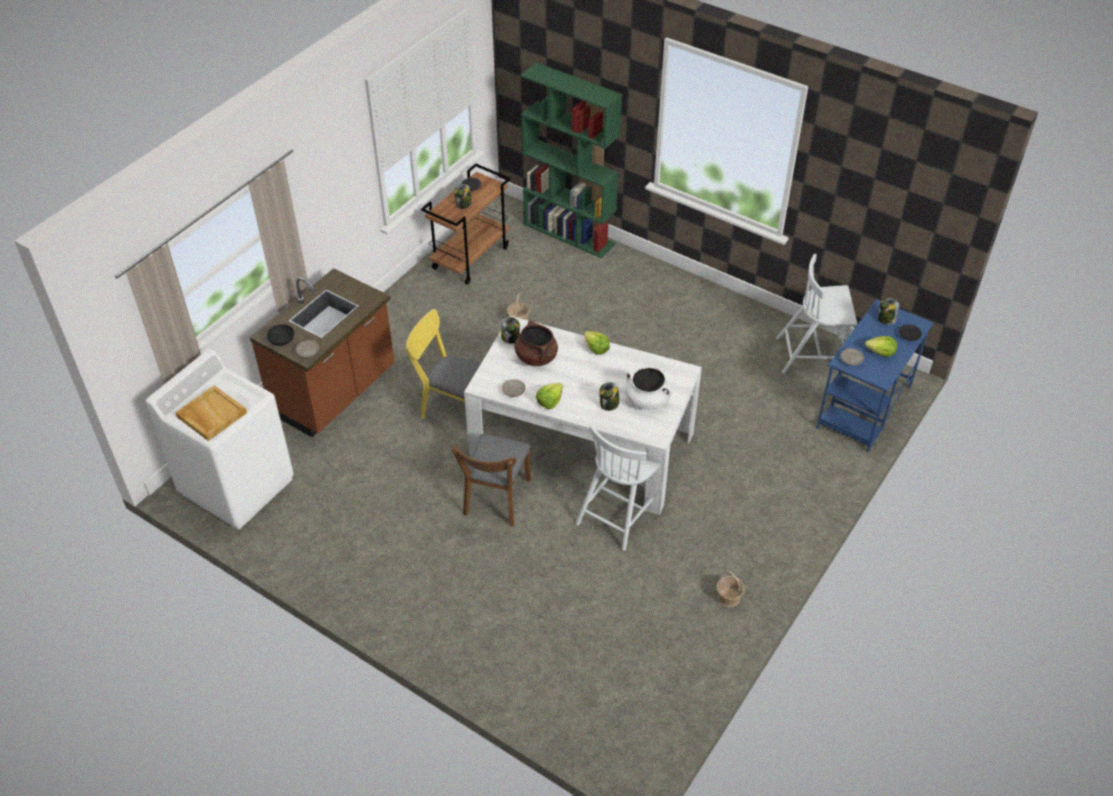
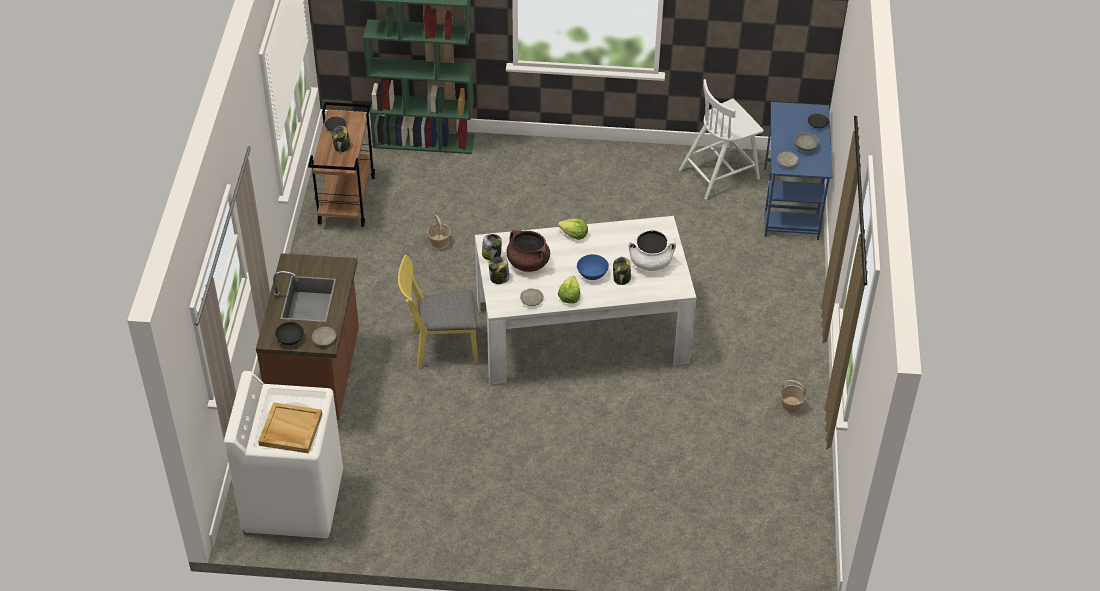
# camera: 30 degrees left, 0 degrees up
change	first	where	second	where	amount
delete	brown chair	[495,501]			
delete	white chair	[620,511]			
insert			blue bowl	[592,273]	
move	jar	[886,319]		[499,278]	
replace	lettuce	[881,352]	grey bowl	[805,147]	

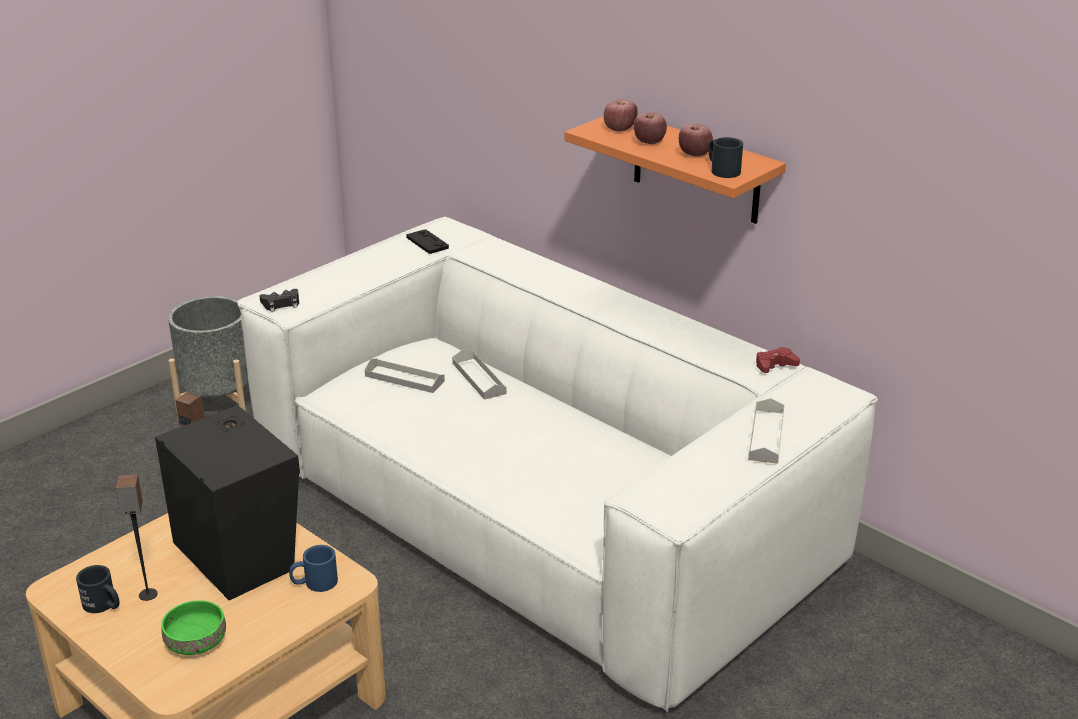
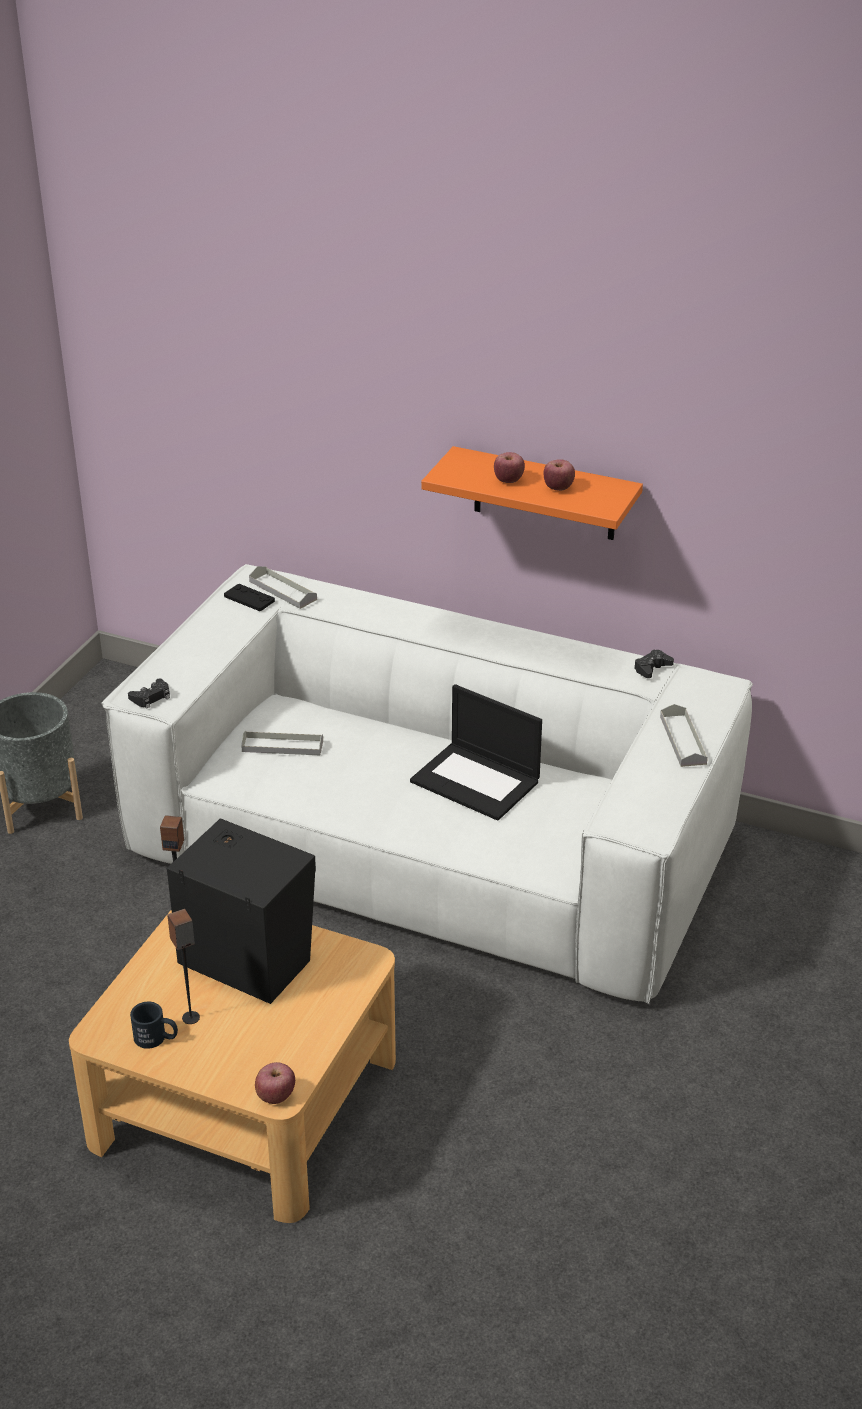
# camera: 20 degrees left, 5 degrees up
change	first	where	second	where	amount
delete	green bowl	[195,641]			
delete	blue mug	[314,583]			
delete	black mug	[721,170]			
insert			laptop	[477,781]	
move	grey tray	[479,378]		[283,590]	
move	apple	[619,129]		[275,1095]	
recolor	red game controller	[775,365]	black game controller	[652,668]	

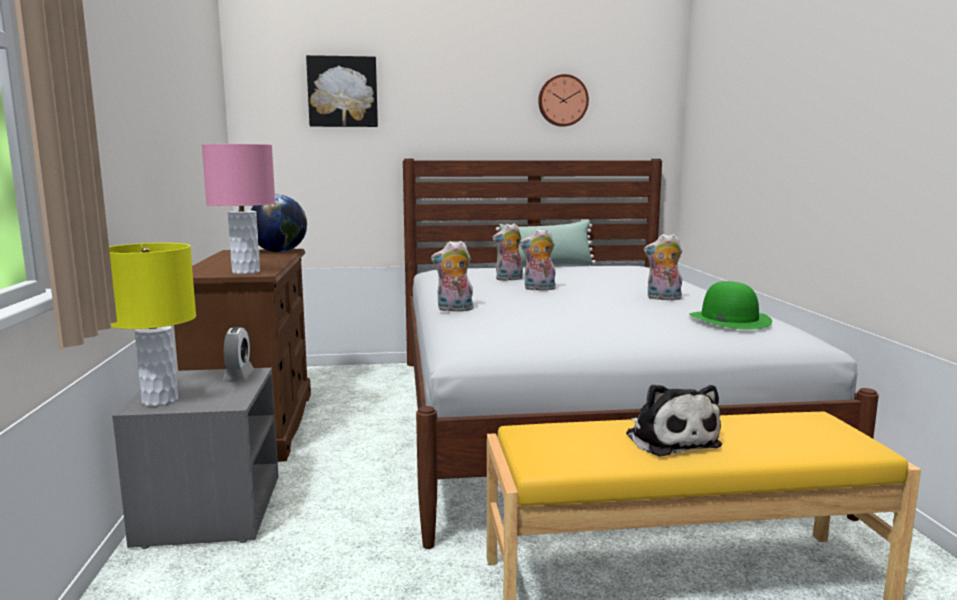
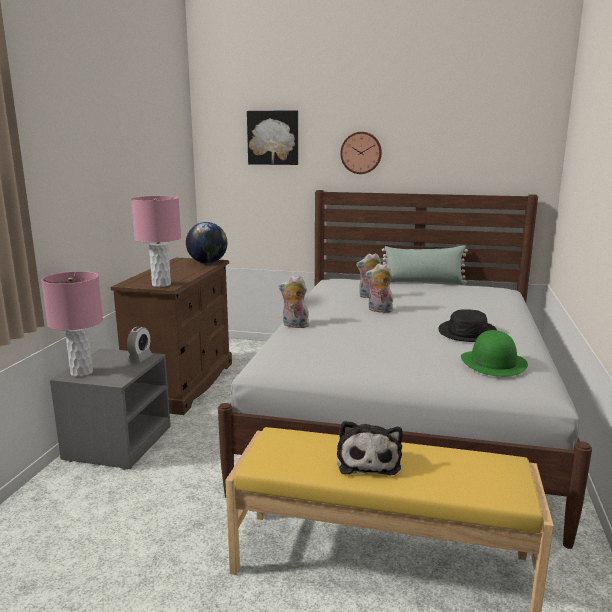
# camera: 20 degrees right, 5 degrees up
change	first	where	second	where	amount
move	wall clock	[562,100]		[361,153]	
replace	plush toy	[663,298]	black hat	[467,332]	
recolor	yellow table lamp	[160,401]	pink table lamp	[81,372]	

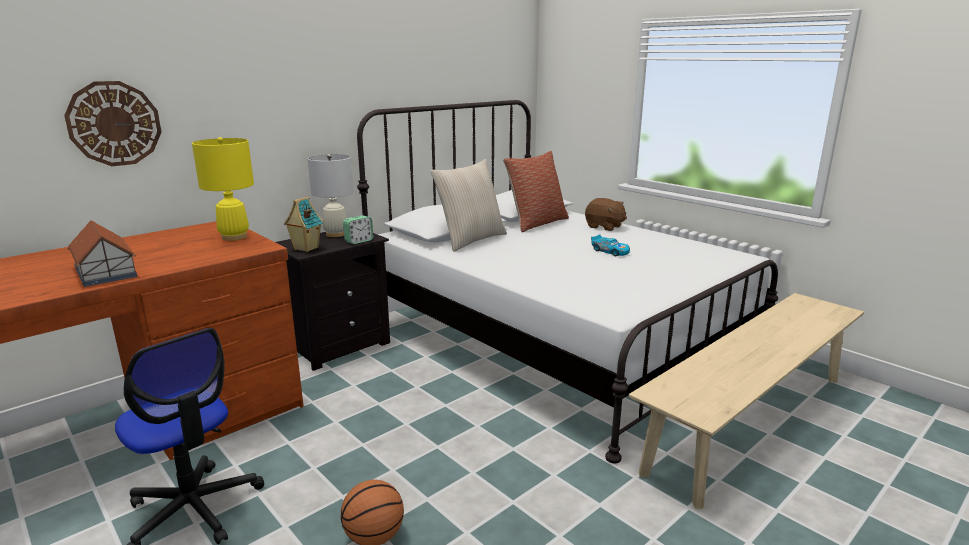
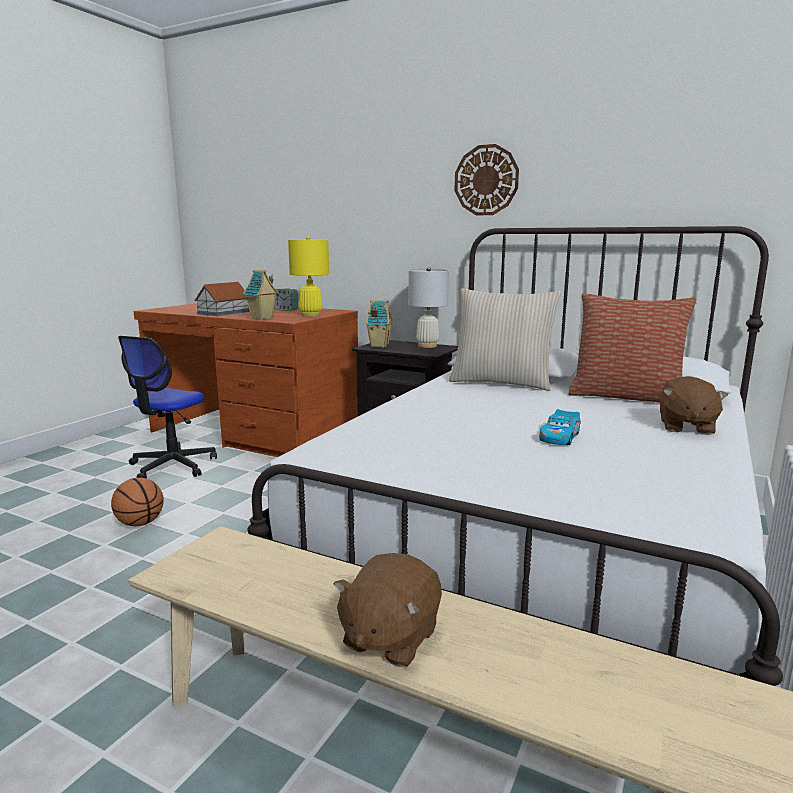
# camera: 70 degrees right, 5 degrees down
change	first	where	second	where	amount
insert			toy house	[262,318]	
insert			brown plush toy	[389,637]	
move	wall clock	[114,124]		[486,180]	
move	alarm clock	[359,241]		[286,310]	

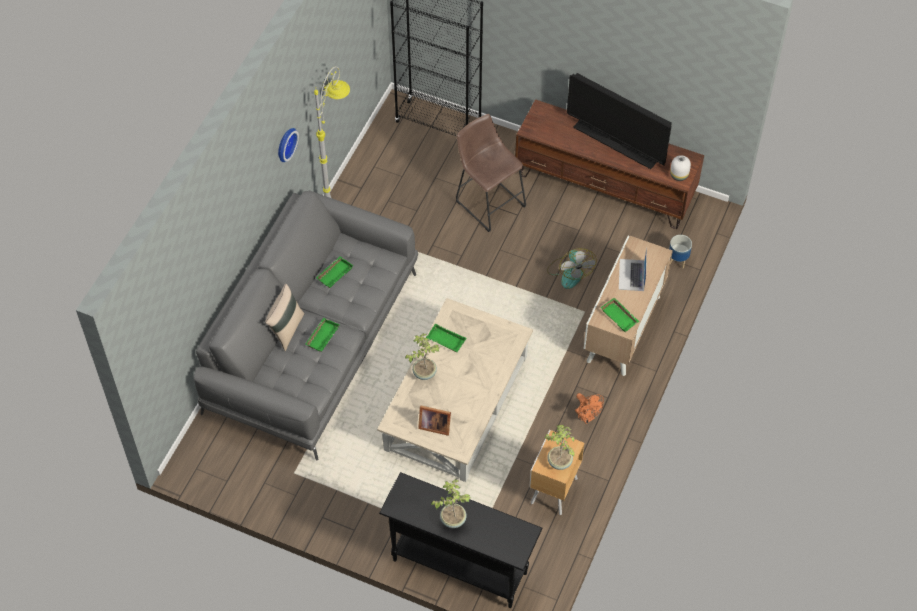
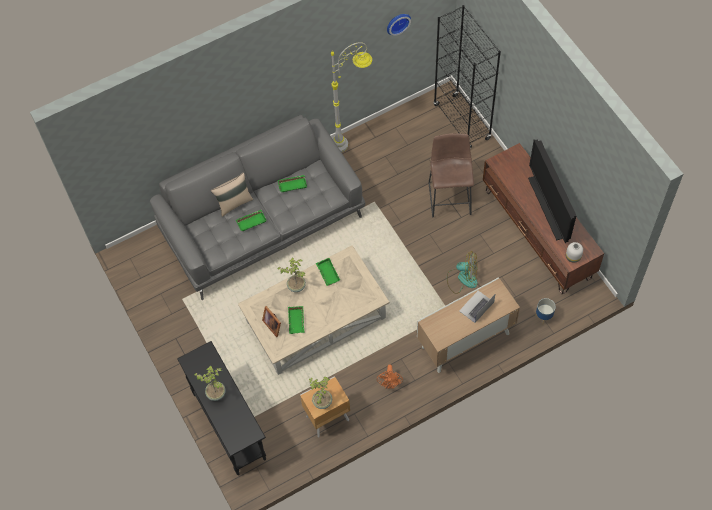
# camera: 40 degrees right, 5 degrees up
change	first	where	second	where	amount
move	wall clock	[285,144]		[397,22]	
move	green tray	[620,317]		[297,321]	
rotate	fan	[569,272]		[462,278]	105 degrees counterclockwise

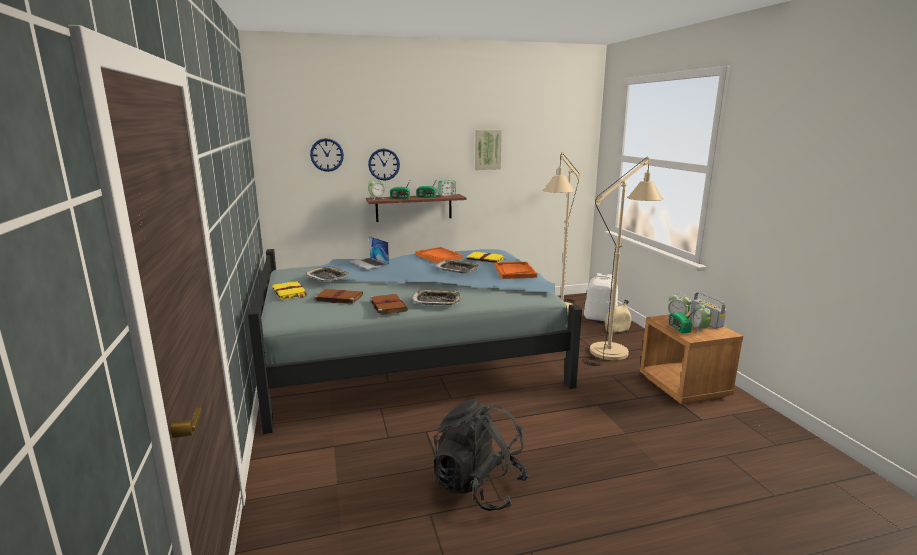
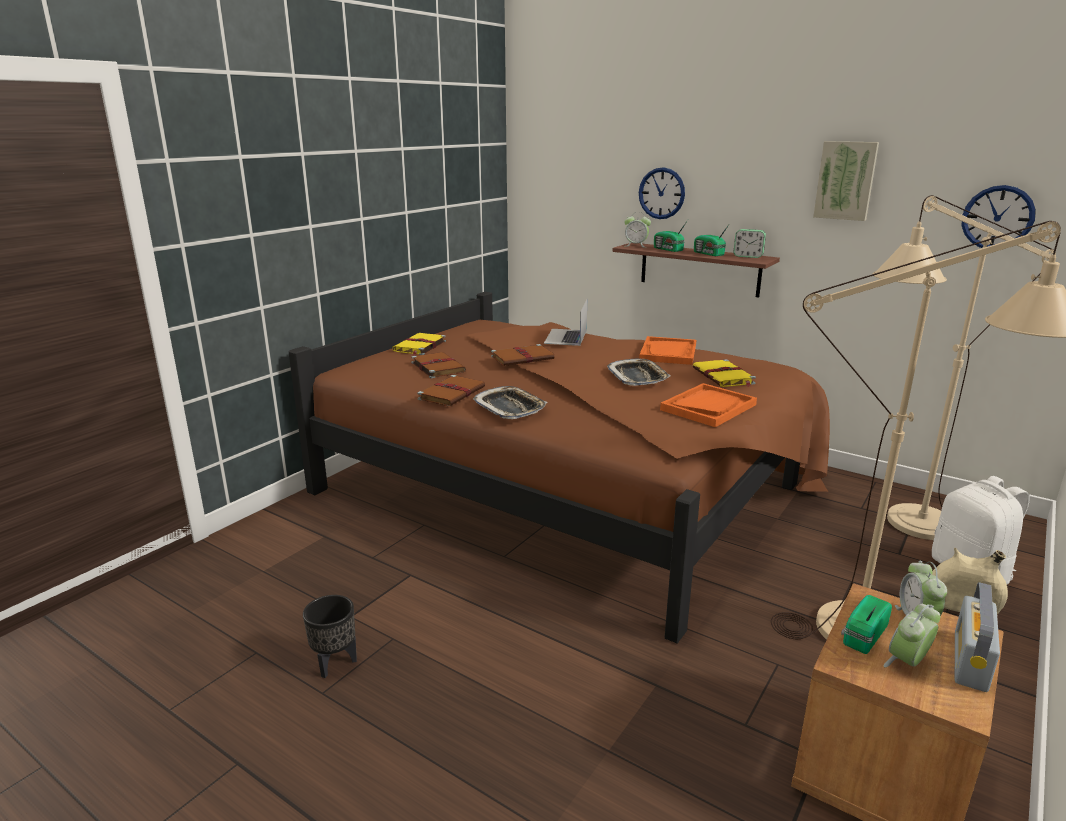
# camera: 50 degrees right, 5 degrees up
change	first	where	second	where	amount
delete	tray	[327,277]			
insert			brown book	[523,358]	
move	wall clock	[327,155]		[997,217]	
replace	black backpack	[478,487]	black planter	[334,663]	
recolor	blue bed	[415,354]	brown bed	[572,486]	

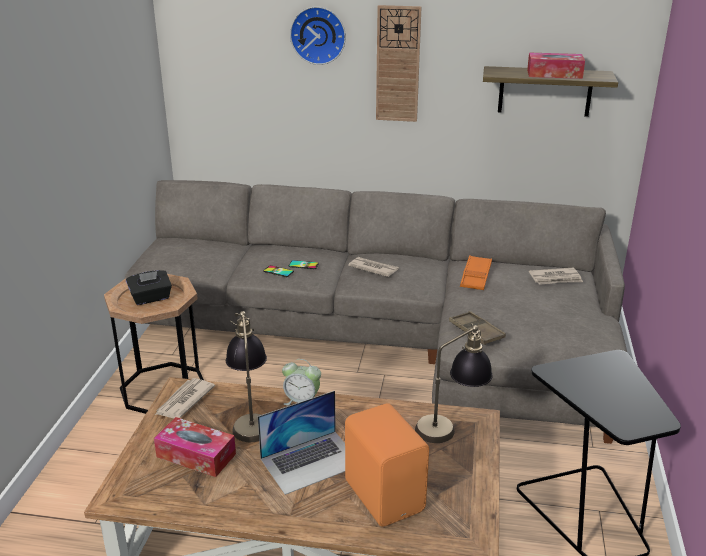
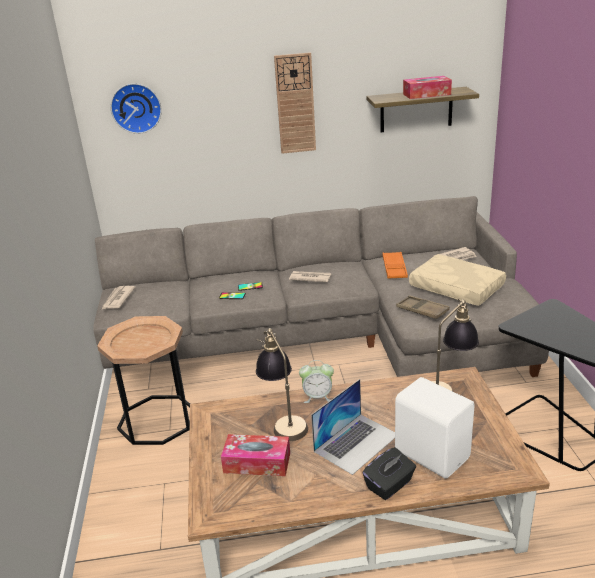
# camera: 15 degrees left, 0 degrees up
change	first	where	second	where	amount
insert			beige pillow	[455,289]	
move	black tissue box	[151,298]		[389,485]	
move	newspaper	[184,401]		[117,299]	
move	wall clock	[318,35]		[136,107]	
recolor	orange speaker	[385,495]	white speaker	[432,453]	

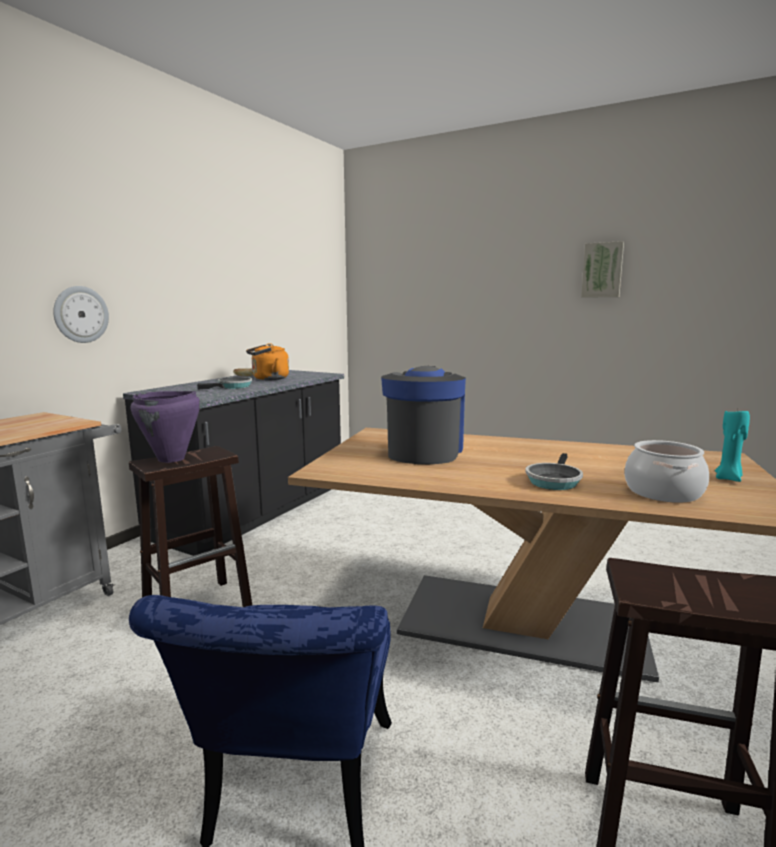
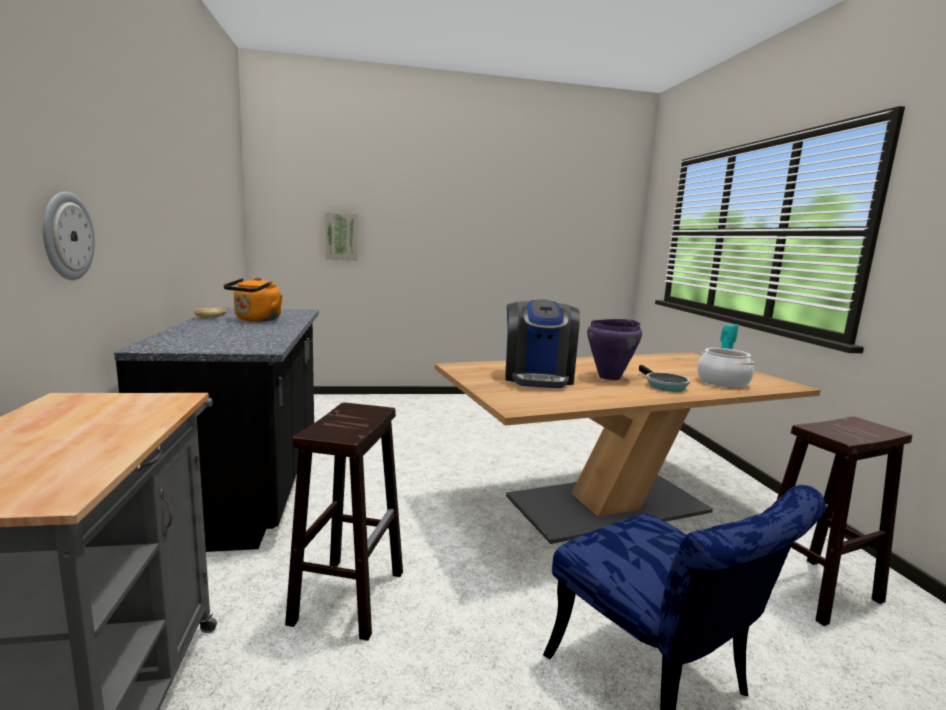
# camera: 40 degrees left, 0 degrees up
change	first	where	second	where	amount
delete	frying pan	[232,387]			
move	purple cooking pot	[171,459]		[610,377]	
move	picture	[602,270]		[341,236]	
rotate	coffee machine	[424,451]		[538,377]	150 degrees counterclockwise

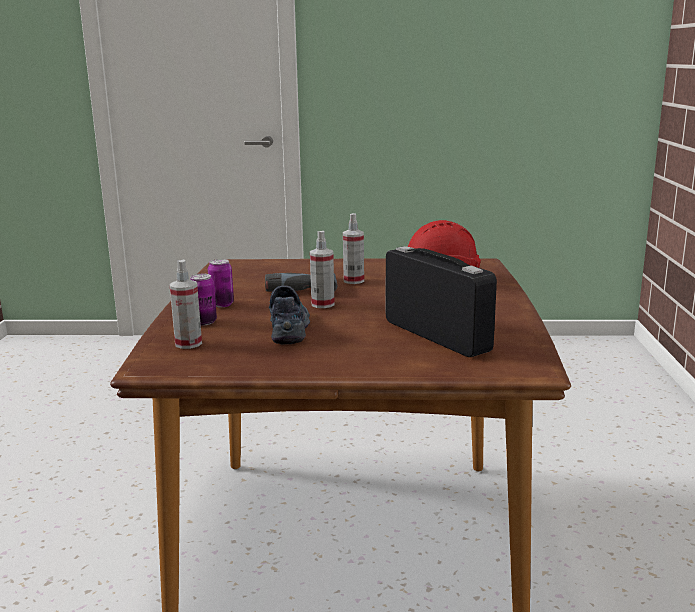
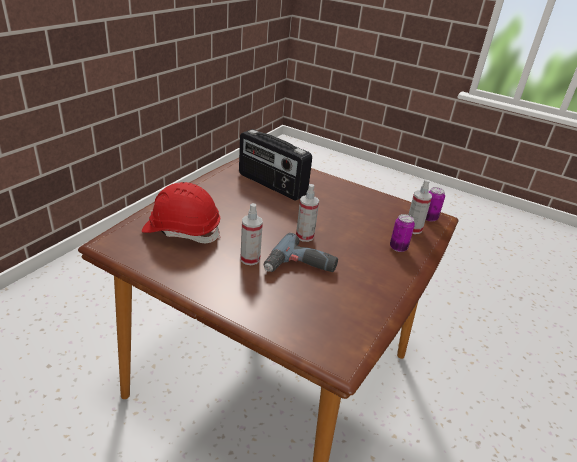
# camera: 155 degrees left, 15 degrees up
change	first	where	second	where	amount
delete	shoe	[290,327]			
move	can	[222,304]		[429,218]	
rotate	radio	[437,336]		[271,185]	45 degrees counterclockwise

